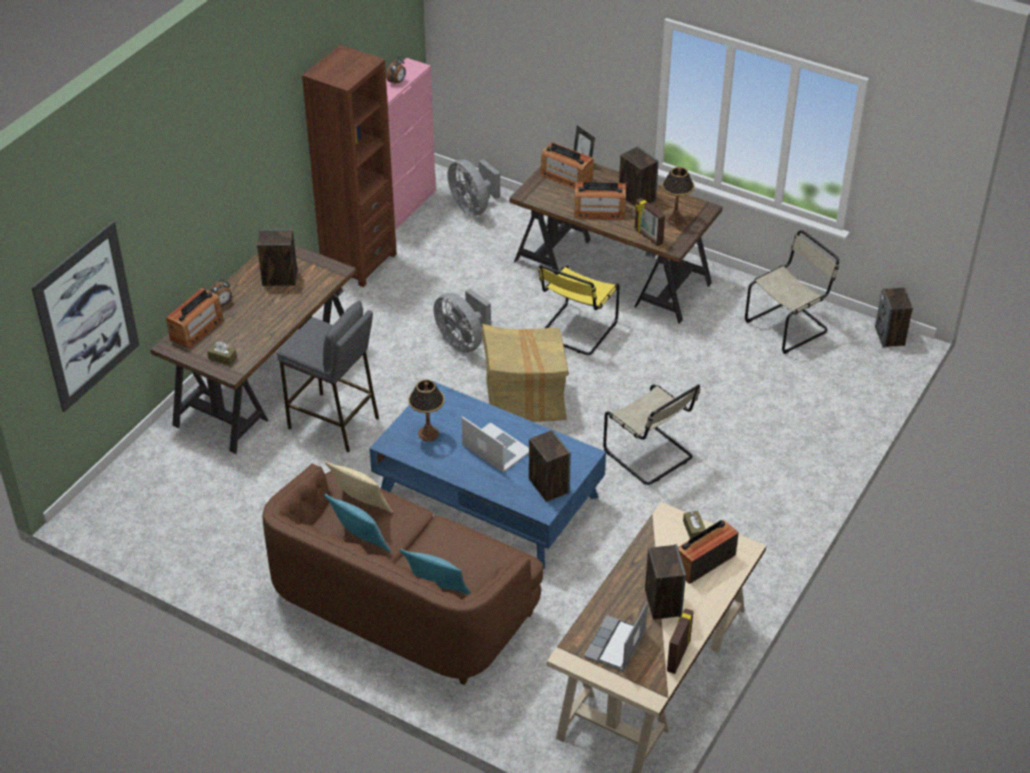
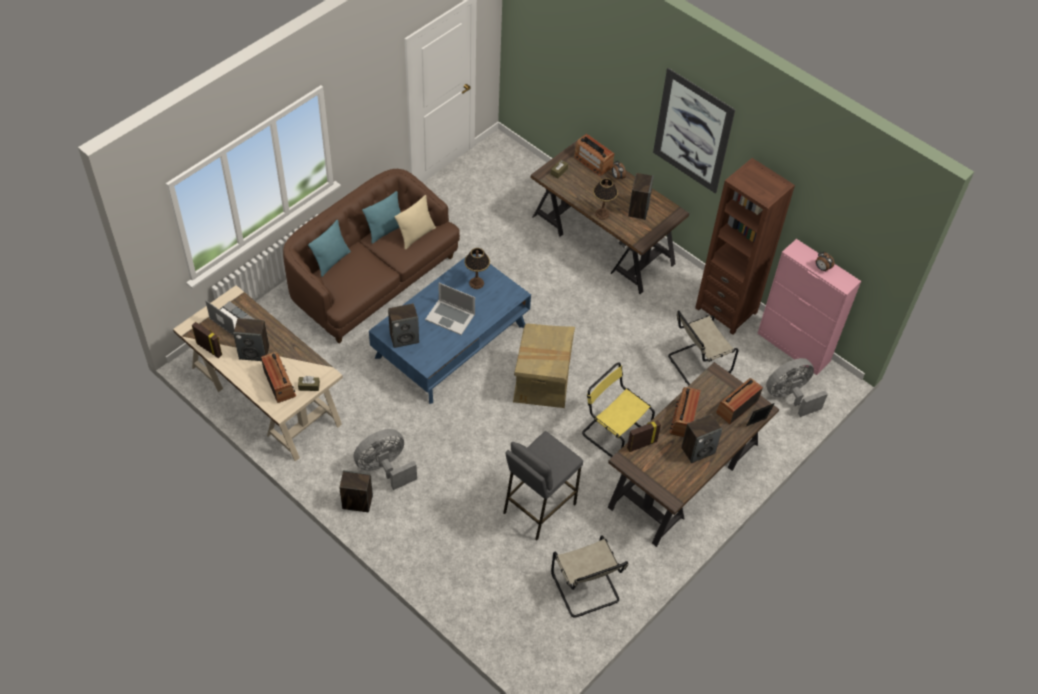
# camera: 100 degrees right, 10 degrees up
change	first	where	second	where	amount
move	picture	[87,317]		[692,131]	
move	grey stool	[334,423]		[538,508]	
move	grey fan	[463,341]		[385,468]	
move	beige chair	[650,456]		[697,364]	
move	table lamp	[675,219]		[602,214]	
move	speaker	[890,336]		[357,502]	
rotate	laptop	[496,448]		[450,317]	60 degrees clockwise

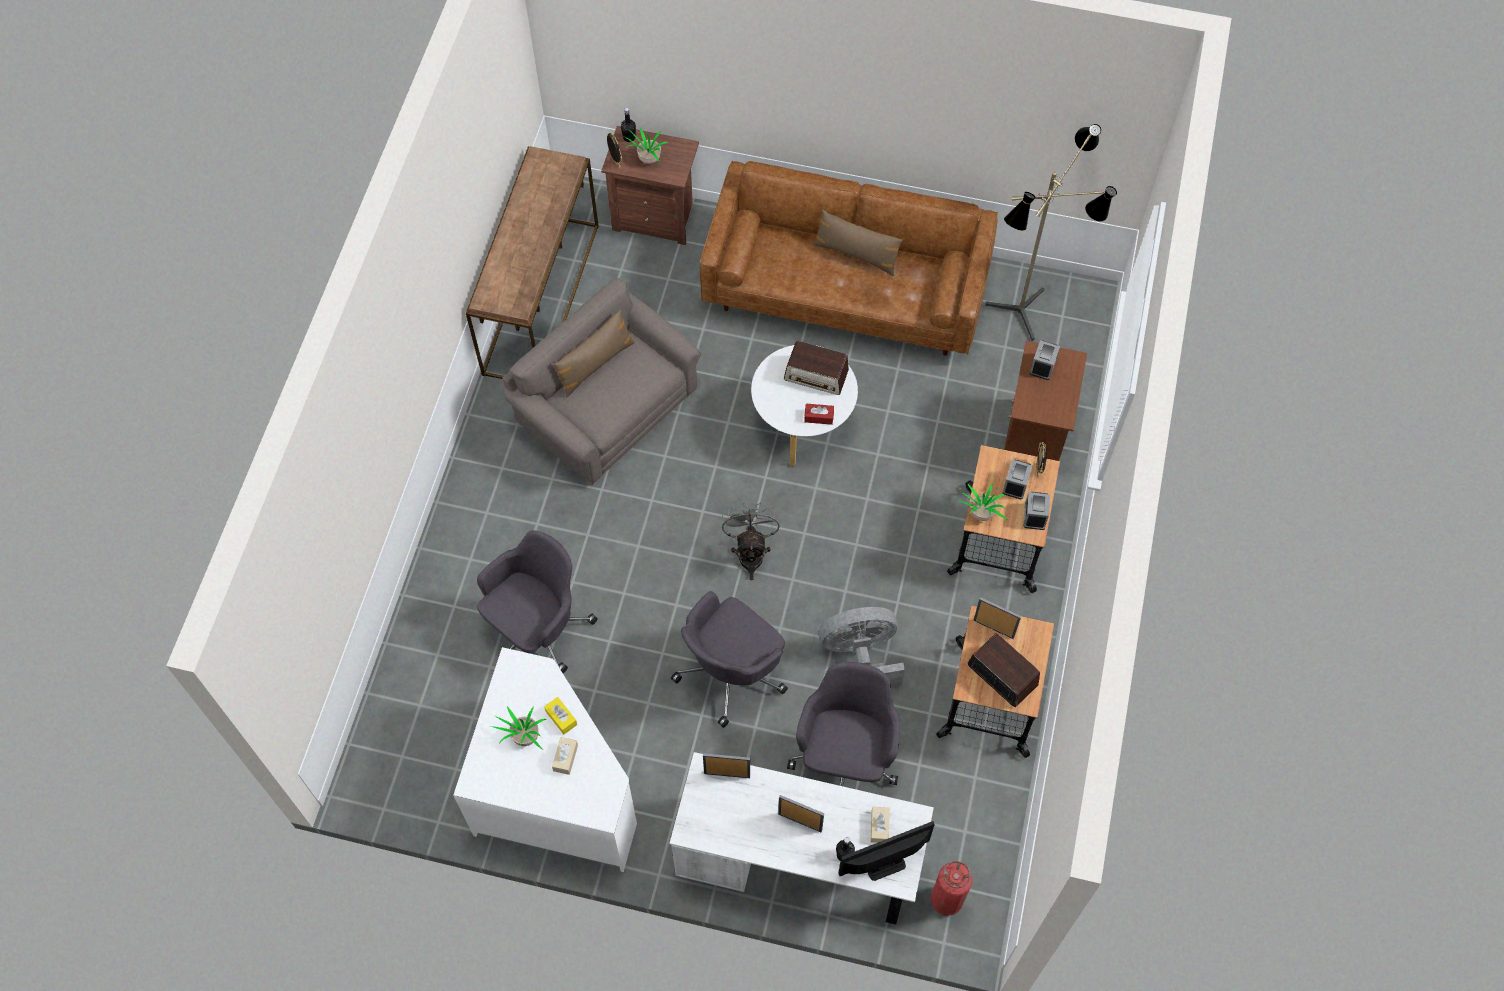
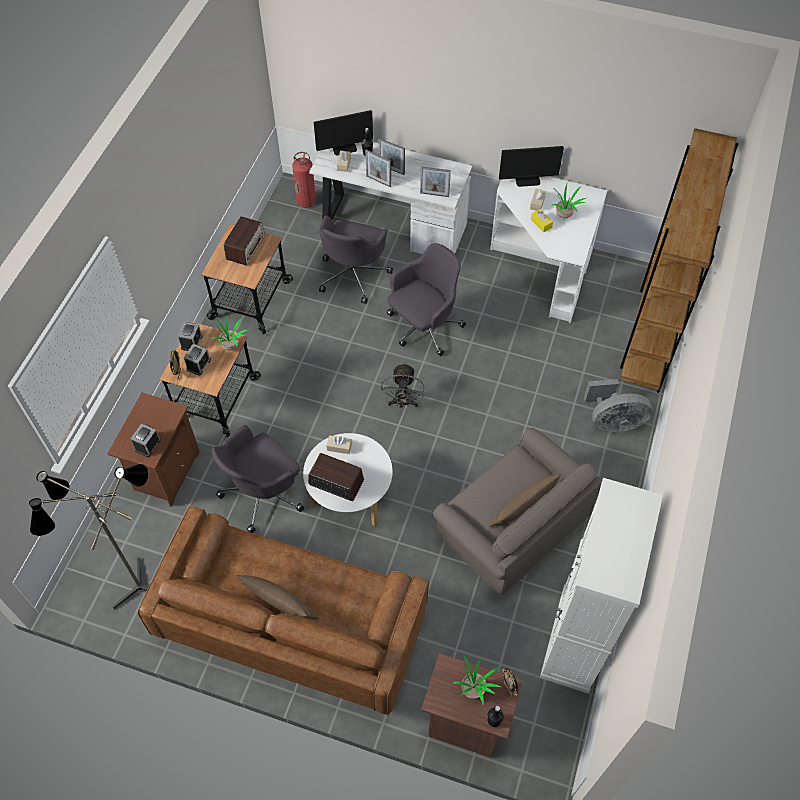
# camera: 175 degrees left, 5 degrees down
change	first	where	second	where	amount
insert			monitor	[527,180]	
insert			brown bookcase	[651,334]	
move	grey office chair	[537,628]		[263,493]	
move	grey fan	[861,654]		[612,422]	
move	picture frame	[993,628]		[378,181]	
replace	brown console table	[540,298]	white cabinet	[575,639]	
recolor	red tissue box	[819,417]	beige tissue box	[339,447]	
rotate	radio	[1002,675]		[245,247]	120 degrees counterclockwise

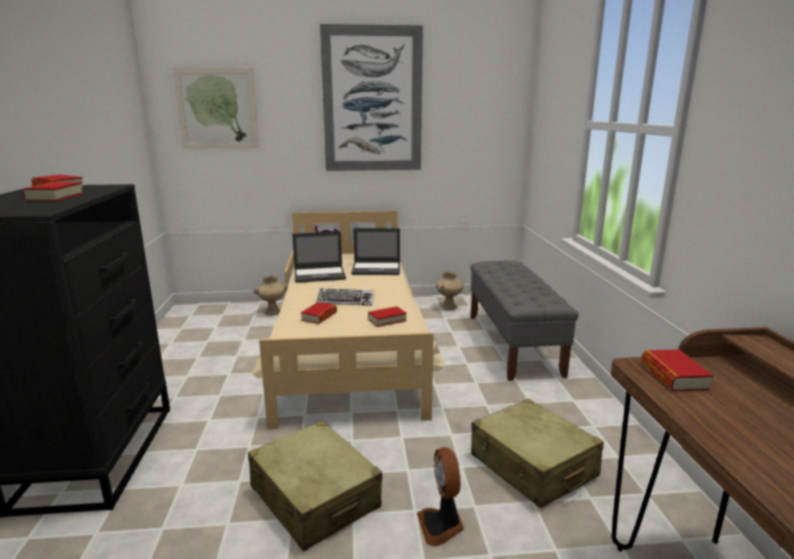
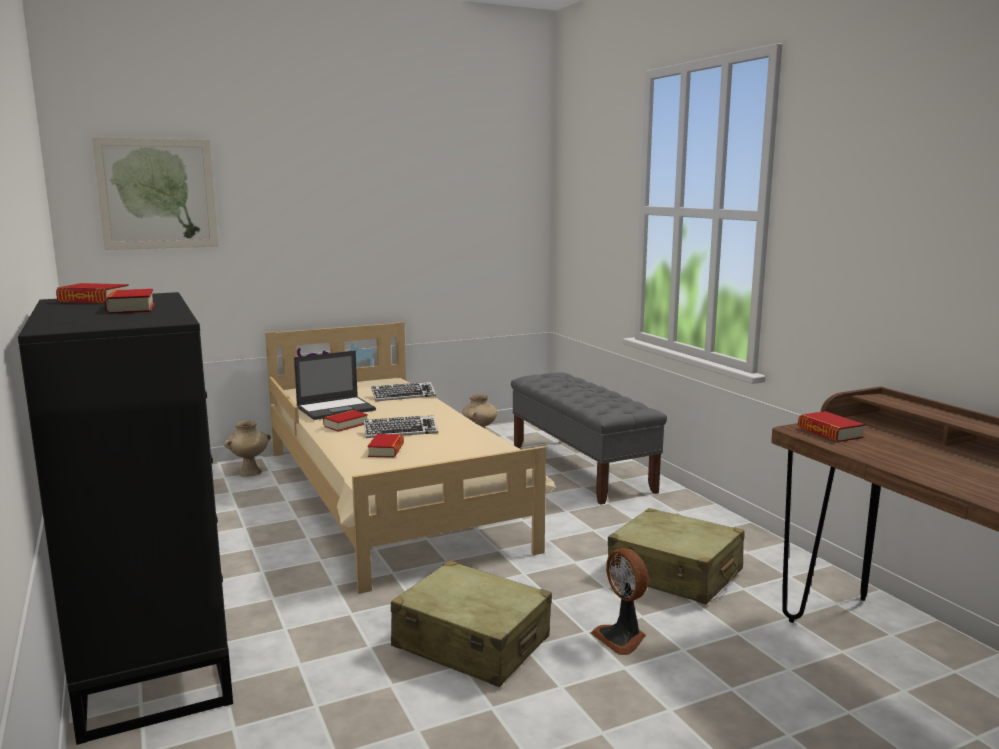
# camera: 20 degrees left, 5 degrees down
change	first	where	second	where	amount
delete	picture	[372,100]			
move	book	[387,320]		[345,425]	
replace	laptop	[377,269]	keyboard	[403,396]	

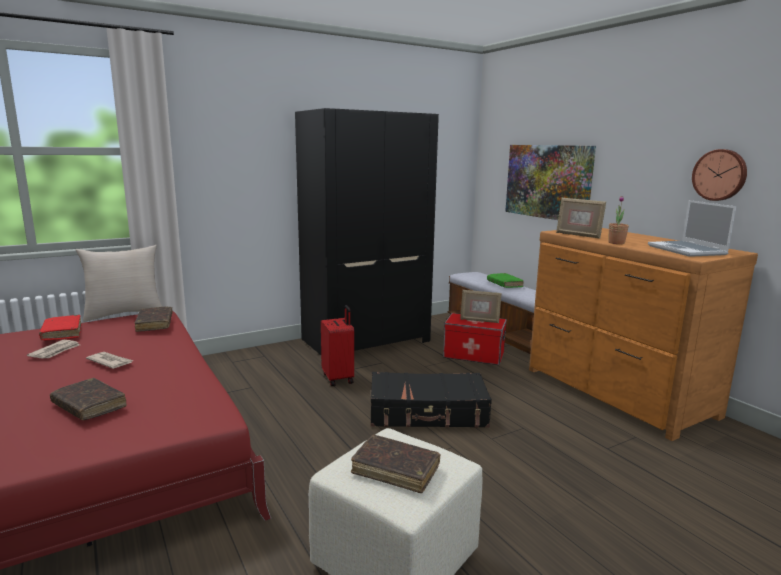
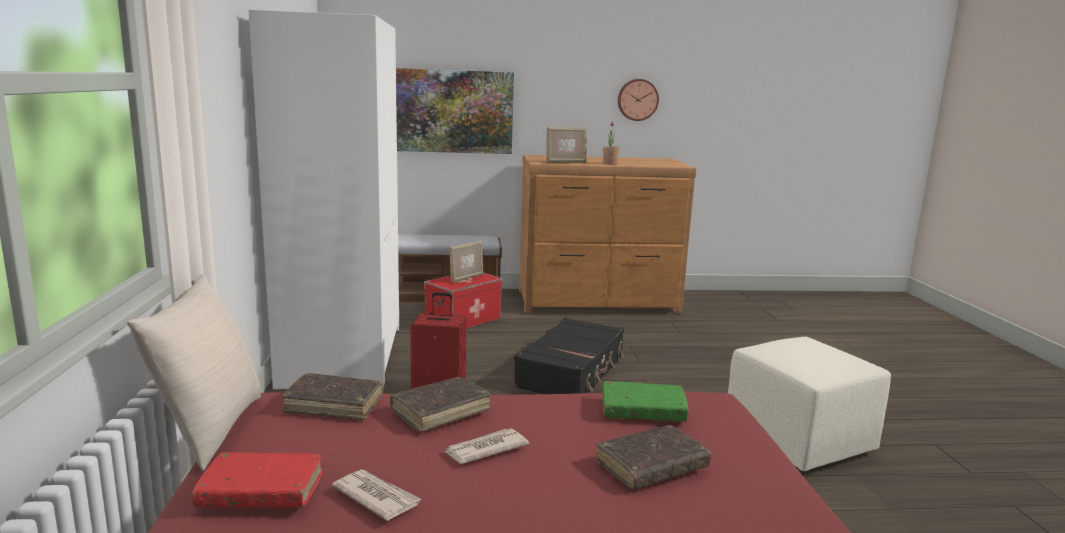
# camera: 65 degrees left, 0 degrees up
change	first	where	second	where	amount
delete	laptop	[687,250]			
move	brown book	[395,470]		[440,411]	
move	green book	[504,284]		[643,411]	
recolor	black wardrobe	[366,340]	white wardrobe	[342,354]	

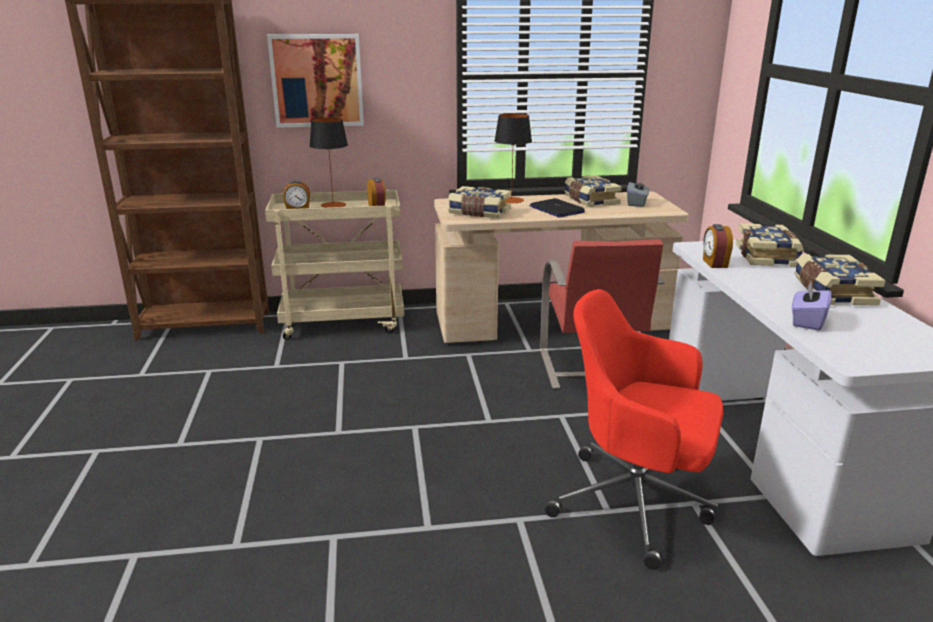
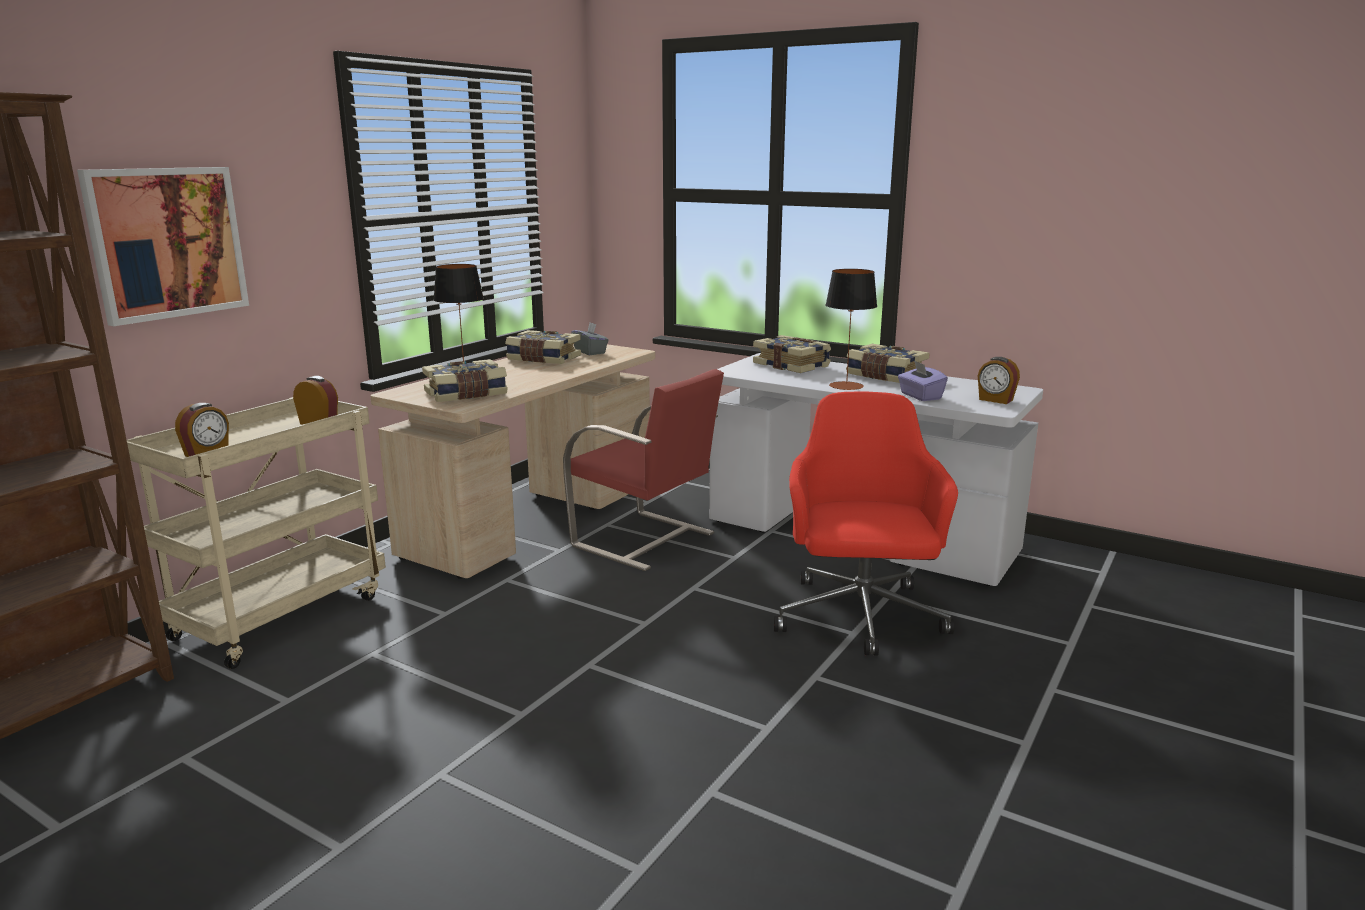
# camera: 50 degrees left, 5 degrees down
change	first	where	second	where	amount
delete	laptop	[556,209]			
move	table lamp	[333,205]		[846,386]	
move	alarm clock	[714,263]		[995,400]	
rotate	red office chair	[635,504]		[860,618]	120 degrees clockwise

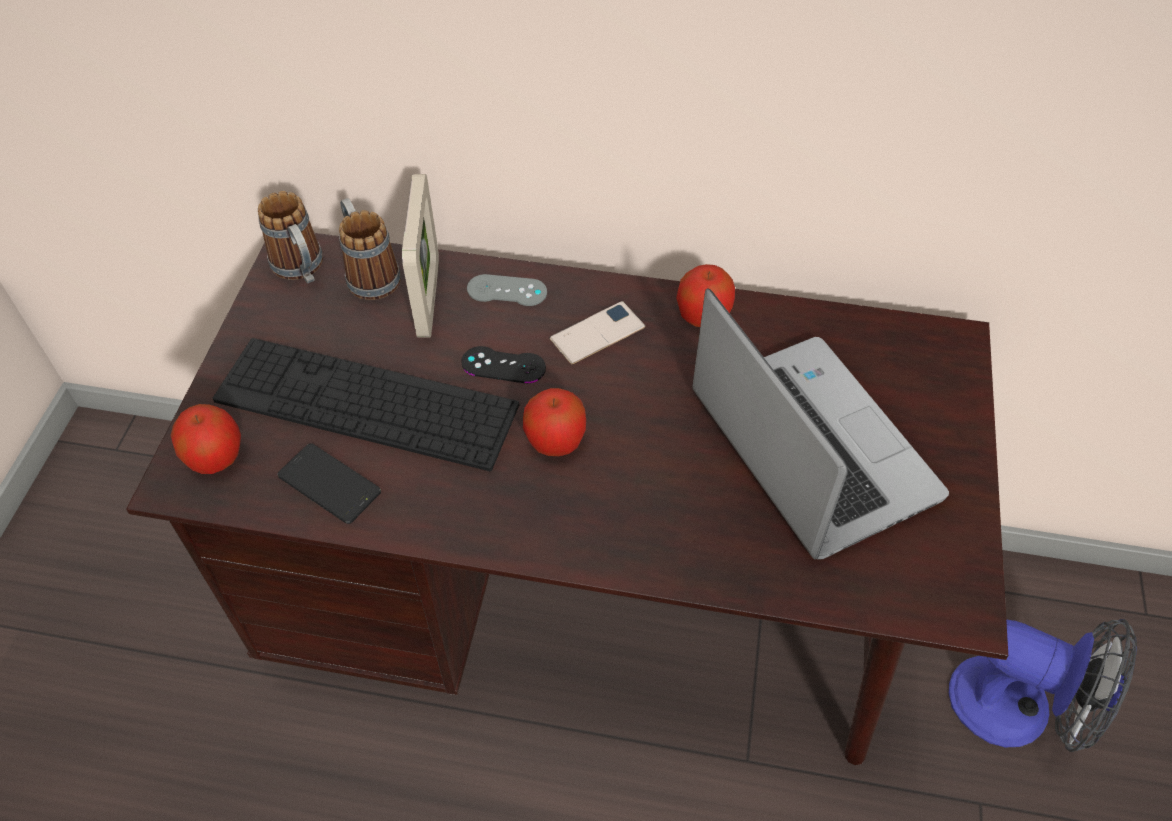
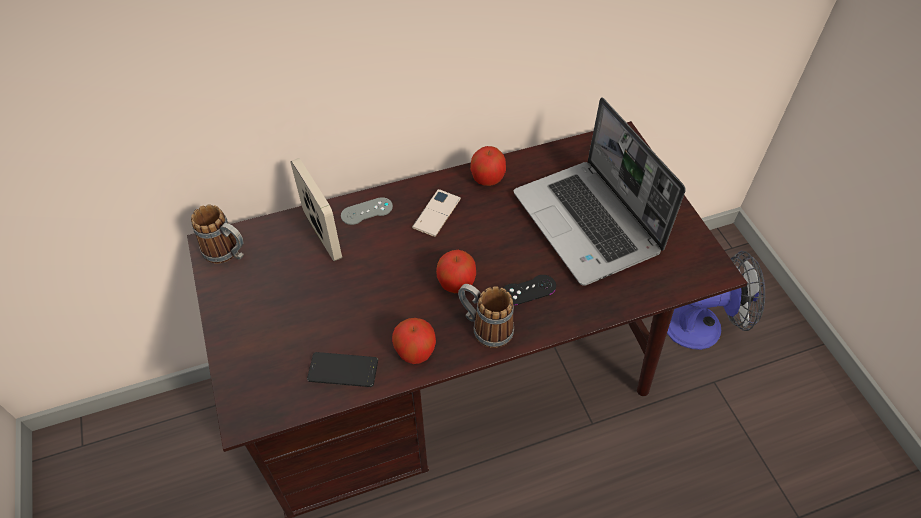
# camera: 30 degrees left, 0 degrees up
change	first	where	second	where	amount
delete	keyboard	[366,403]			
move	apple	[216,457]		[415,351]	
move	mug	[369,273]		[485,327]	
move	black game controller	[503,365]		[528,290]	
rotate	laptop	[808,445]		[588,224]	150 degrees counterclockwise

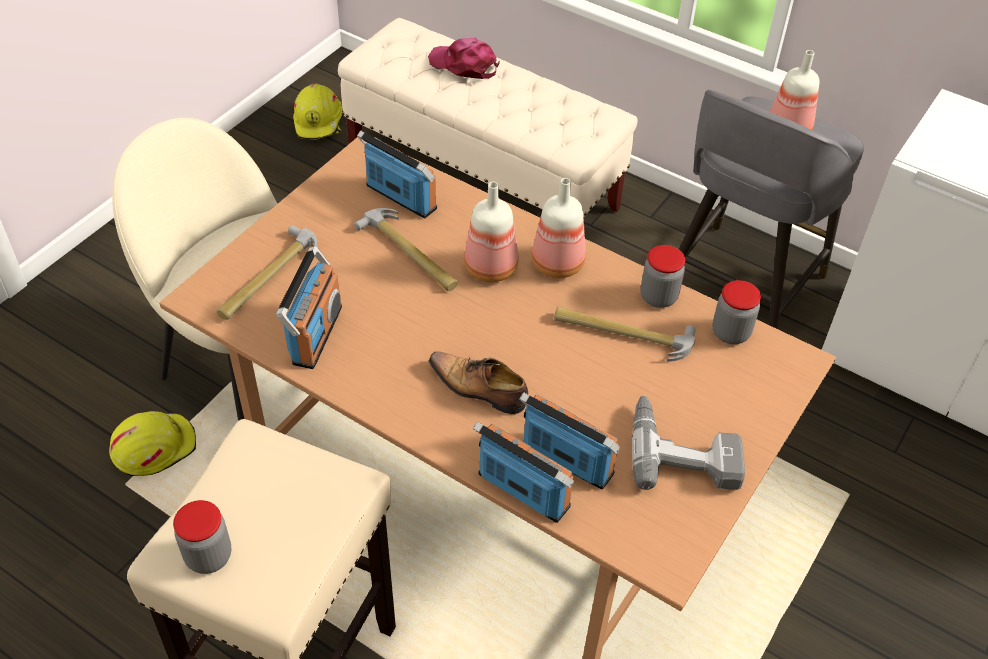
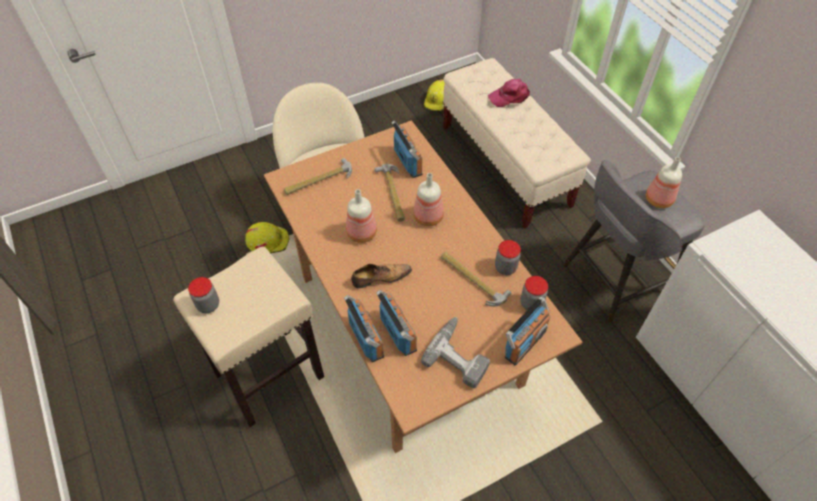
# camera: 30 degrees right, 5 degrees up
change	first	where	second	where	amount
move	radio	[316,334]		[524,343]	
move	bottle	[556,263]		[361,232]	
rotate	pink cap	[464,65]		[509,96]	75 degrees counterclockwise
rotate	shoe	[479,389]		[380,278]	105 degrees clockwise

